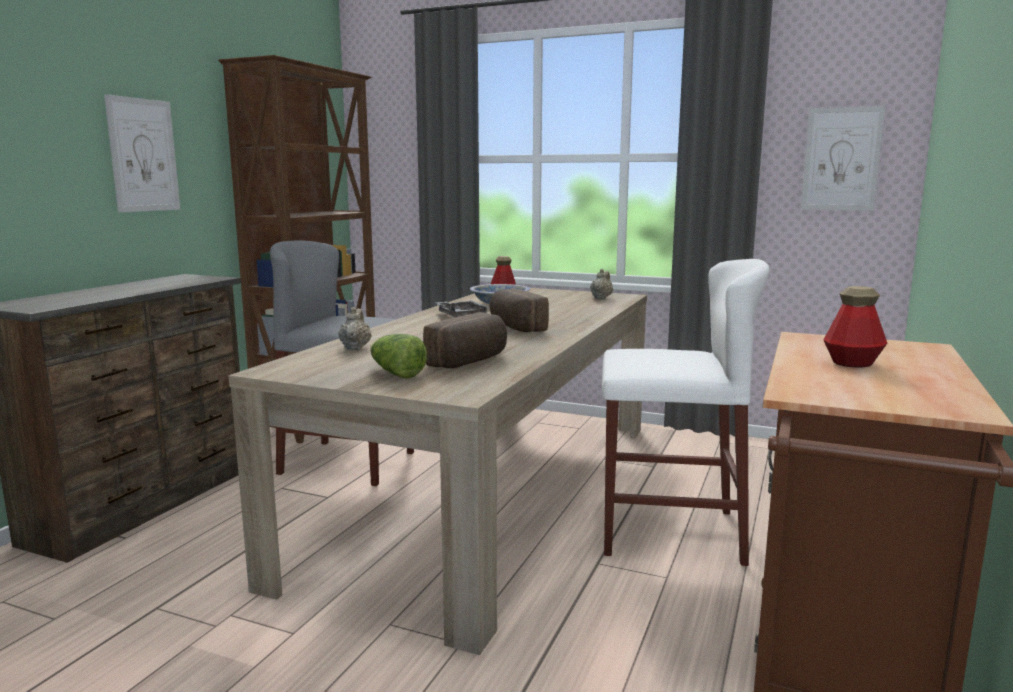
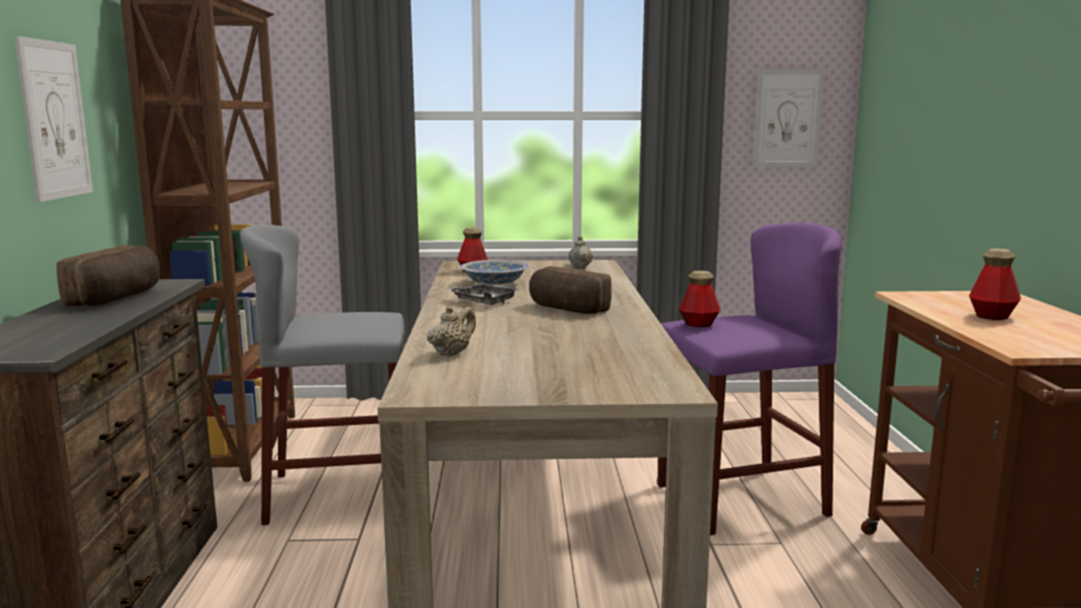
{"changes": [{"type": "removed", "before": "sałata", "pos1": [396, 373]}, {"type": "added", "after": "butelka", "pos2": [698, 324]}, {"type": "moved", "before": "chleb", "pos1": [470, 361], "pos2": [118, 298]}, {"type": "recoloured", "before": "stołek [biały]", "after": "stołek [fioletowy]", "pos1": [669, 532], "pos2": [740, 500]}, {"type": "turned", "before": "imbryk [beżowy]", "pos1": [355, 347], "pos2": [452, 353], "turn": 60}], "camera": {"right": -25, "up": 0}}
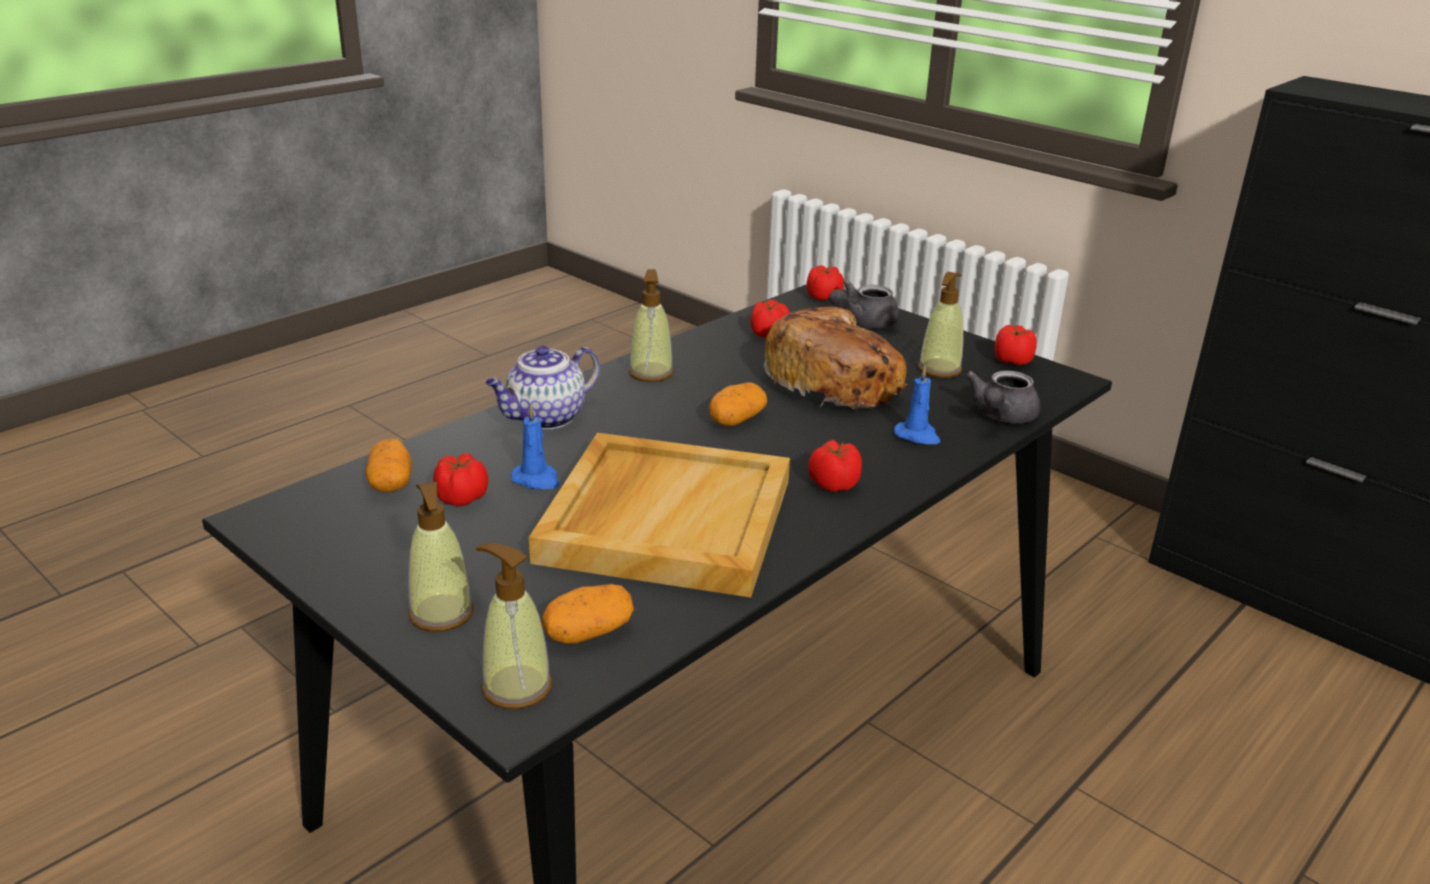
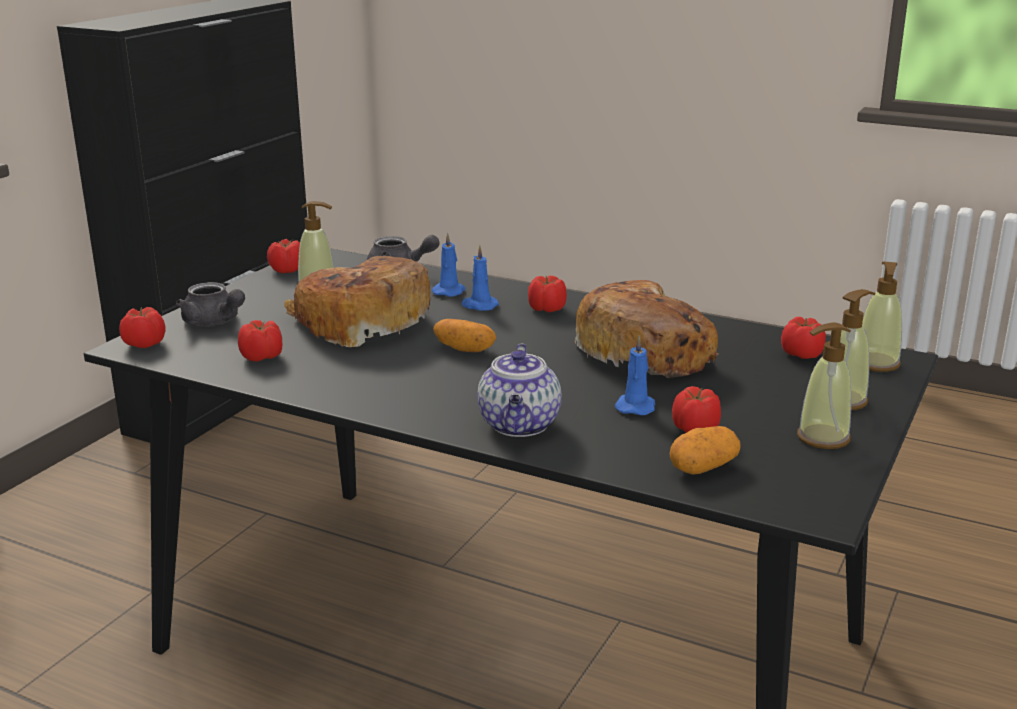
{"changes": [{"type": "added", "after": "świeca [niebieski]", "pos2": [479, 306]}, {"type": "moved", "before": "dozownik mydła", "pos1": [651, 373], "pos2": [822, 438]}, {"type": "replaced", "before": "taca [beżowy]", "after": "chleb", "pos1": [665, 519], "pos2": [647, 352]}, {"type": "replaced", "before": "ziemniak", "after": "pomidor", "pos1": [588, 633], "pos2": [802, 354]}, {"type": "turned", "before": "imbryk", "pos1": [545, 418], "pos2": [520, 426], "turn": 60}], "camera": {"right": -105, "up": -5}}
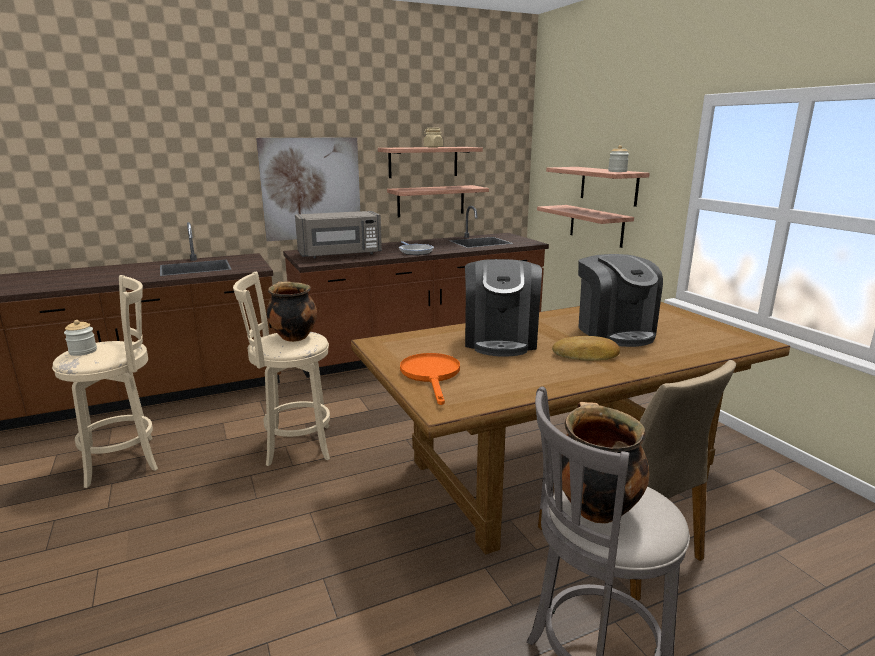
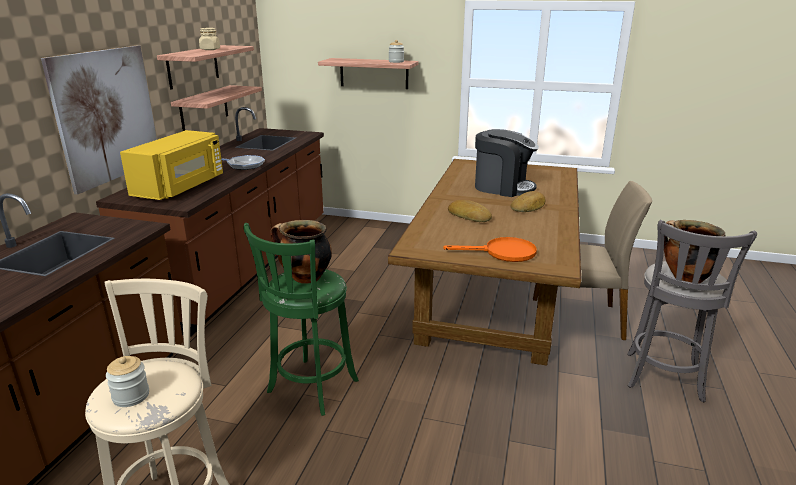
{"changes": [{"type": "removed", "before": "półka", "pos1": [596, 225]}, {"type": "replaced", "before": "ekspres do kawy", "after": "chleb", "pos1": [500, 340], "pos2": [469, 215]}, {"type": "recoloured", "before": "stołek [beżowy]", "after": "stołek [zielony]", "pos1": [294, 445], "pos2": [310, 389]}, {"type": "recoloured", "before": "mikrofalówka [szary]", "after": "mikrofalówka [żółty]", "pos1": [340, 254], "pos2": [181, 187]}, {"type": "turned", "before": "patelnia [pomarańczowy]", "pos1": [431, 375], "pos2": [502, 253], "turn": 150}], "camera": {"right": -50, "up": 5}}
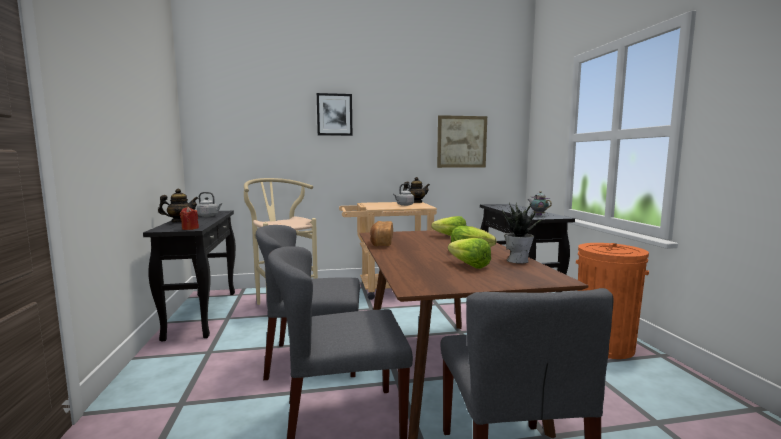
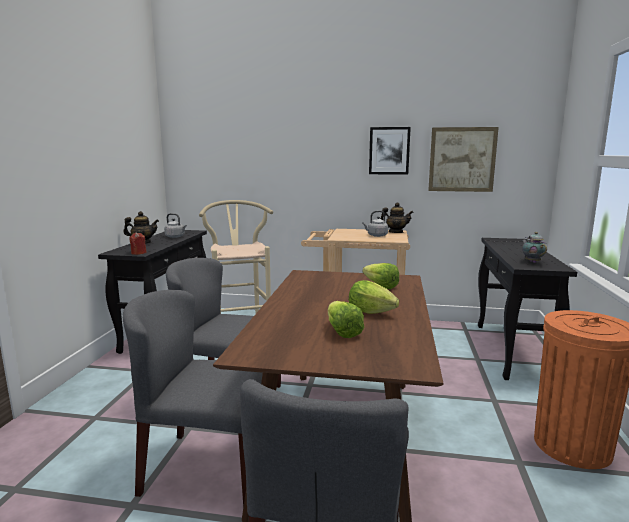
{"changes": [{"type": "removed", "before": "chleb", "pos1": [381, 242]}, {"type": "removed", "before": "roślina doniczkowa", "pos1": [517, 260]}, {"type": "moved", "before": "obraz", "pos1": [334, 114], "pos2": [389, 151]}], "camera": {"right": 20, "up": 5}}
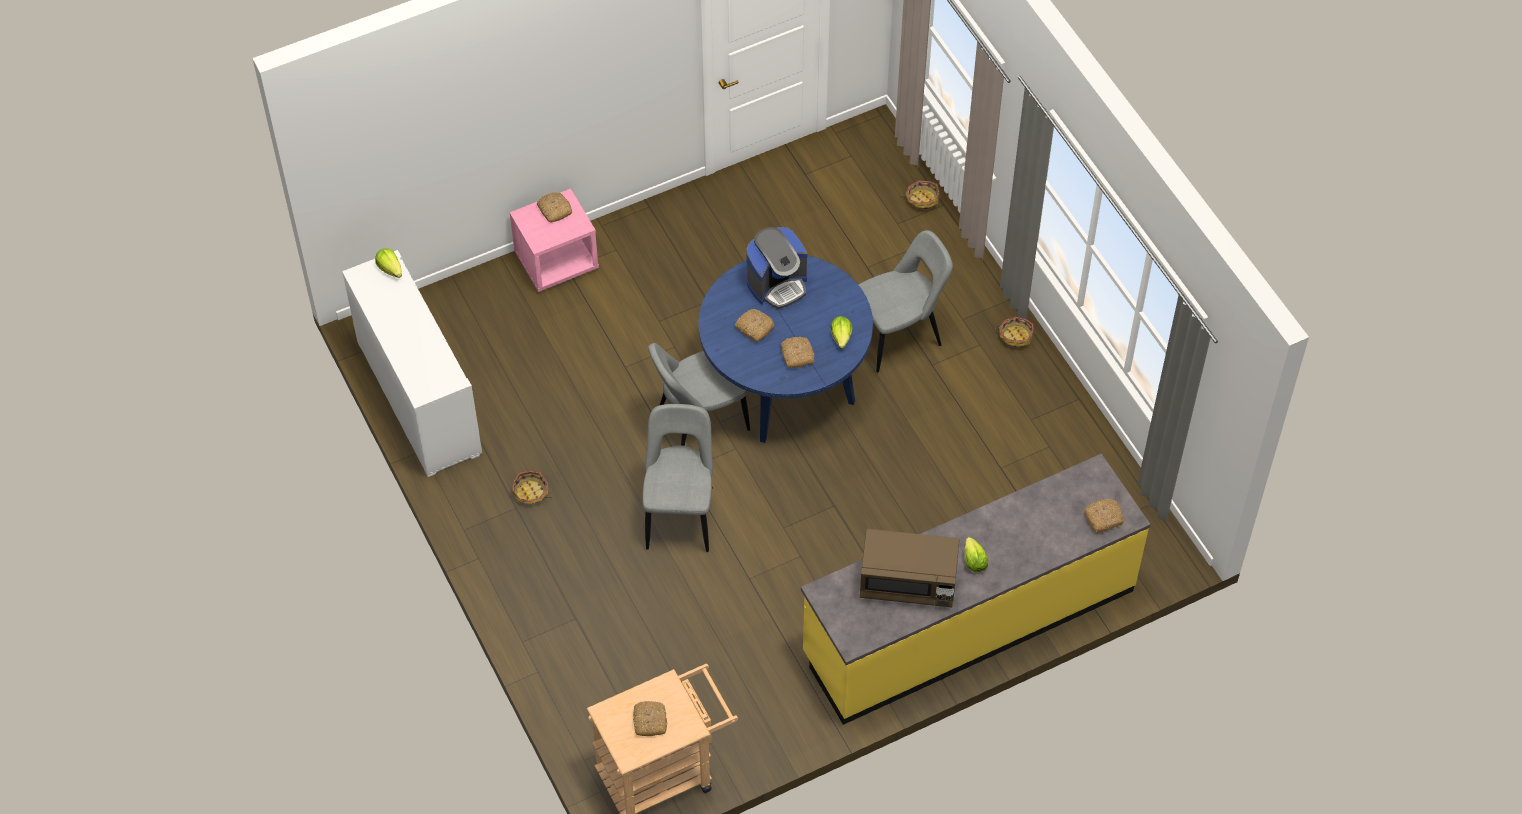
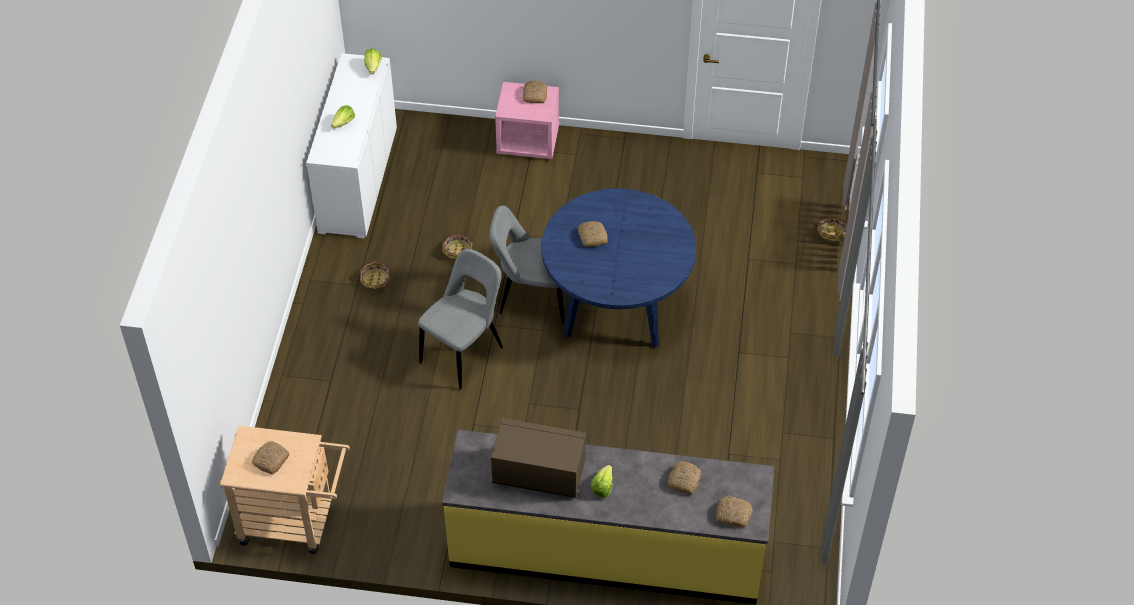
{"changes": [{"type": "removed", "before": "ekspres do kawy", "pos1": [777, 284]}, {"type": "removed", "before": "krzesło [szary]", "pos1": [899, 336]}, {"type": "moved", "before": "chleb", "pos1": [796, 355], "pos2": [684, 480]}, {"type": "moved", "before": "sałata", "pos1": [841, 337], "pos2": [344, 123]}, {"type": "moved", "before": "koszyk", "pos1": [1015, 336], "pos2": [457, 251]}, {"type": "turned", "before": "mikrofalówka [brązowy]", "pos1": [908, 582], "pos2": [539, 473], "turn": 150}], "camera": {"right": 35, "up": -5}}
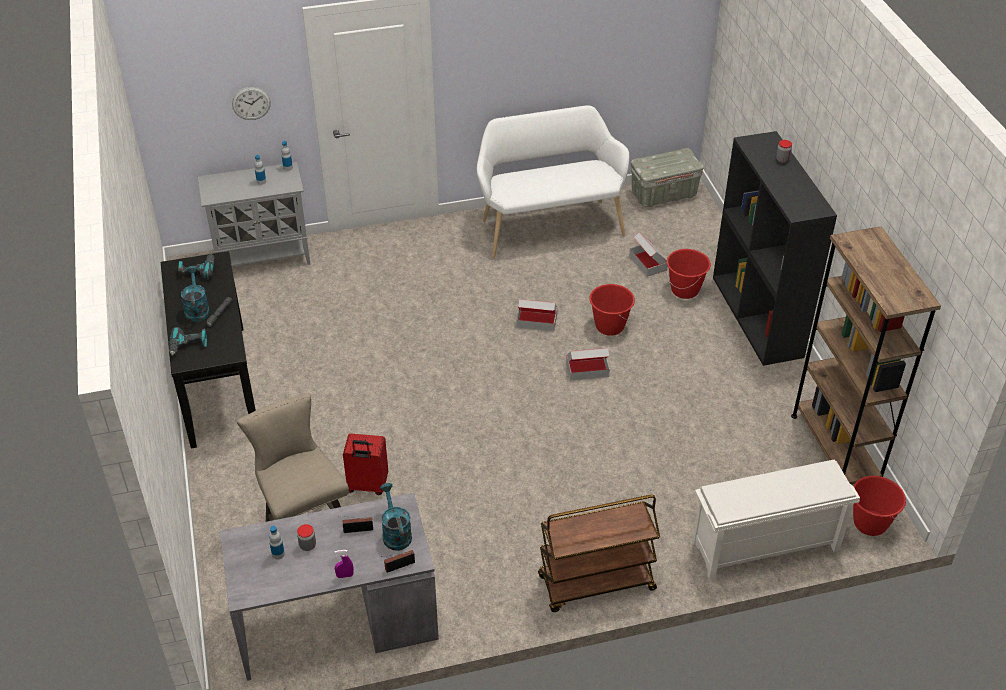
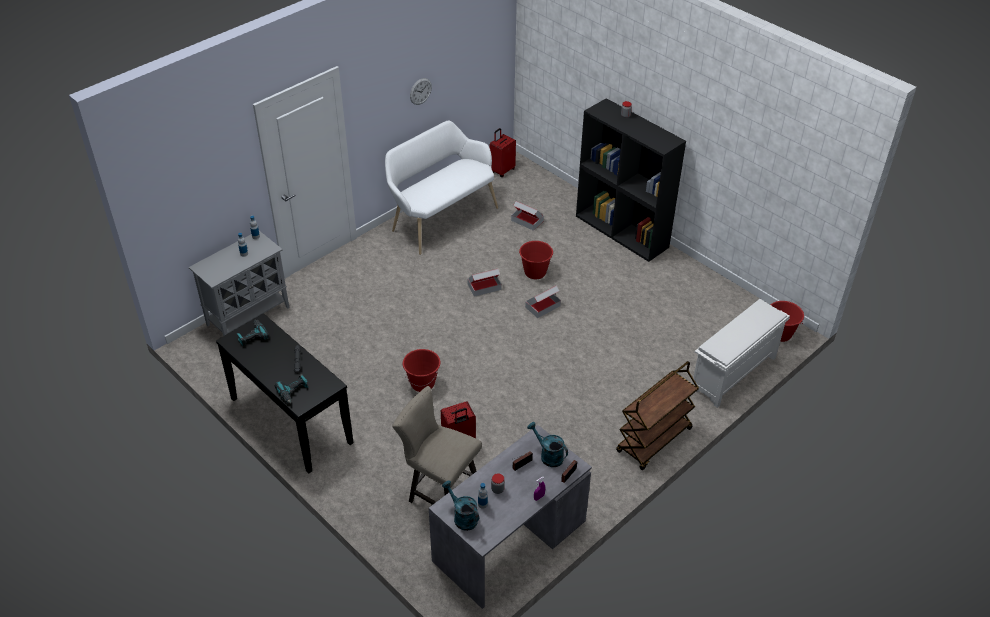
{"changes": [{"type": "removed", "before": "regał [brązowy]", "pos1": [835, 449]}, {"type": "moved", "before": "konewka [turkusowy]", "pos1": [196, 309], "pos2": [462, 517]}, {"type": "moved", "before": "zegar ścienny", "pos1": [251, 103], "pos2": [420, 91]}, {"type": "moved", "before": "wiadro [czerwony]", "pos1": [685, 290], "pos2": [422, 383]}, {"type": "replaced", "before": "pojemnik do przechowywania [szary]", "after": "walizka [czerwony]", "pos1": [664, 194], "pos2": [502, 170]}], "camera": {"right": -30, "up": 0}}
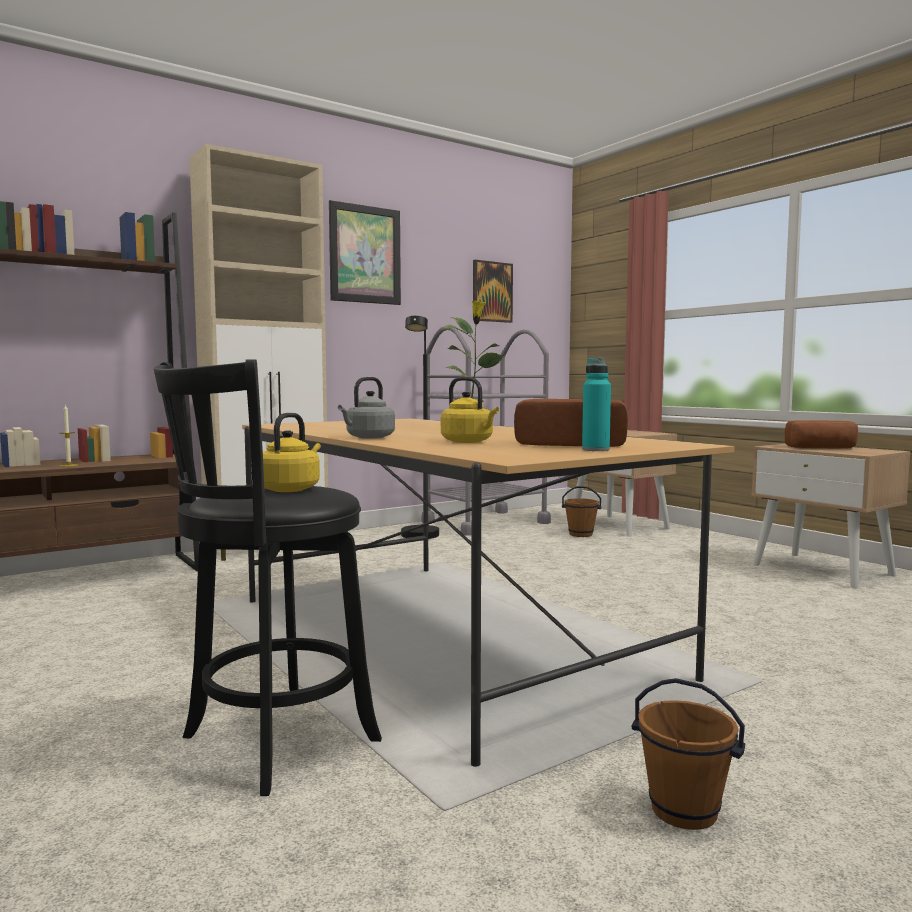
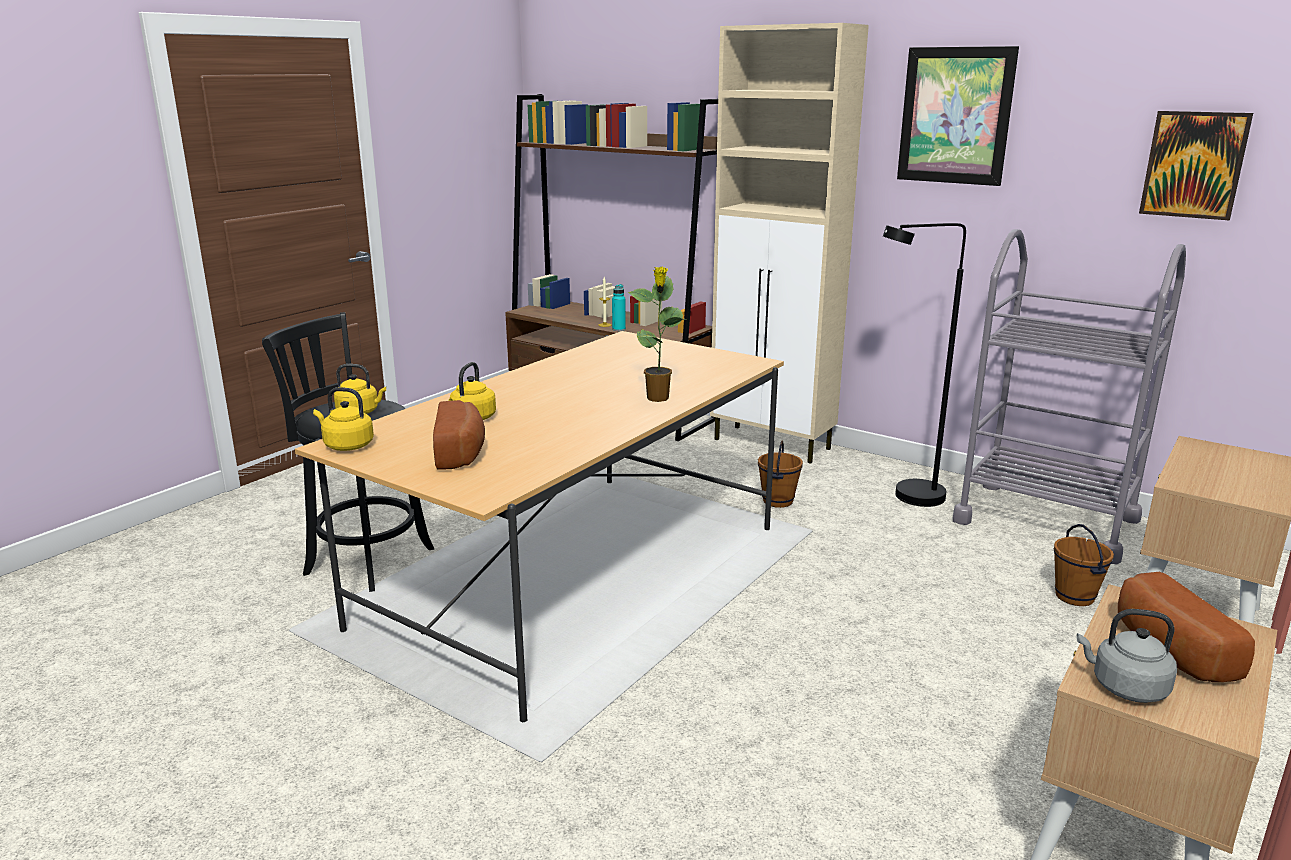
{"changes": [{"type": "added", "after": "czajnik [żółty]", "pos2": [346, 445]}, {"type": "moved", "before": "czajnik [szary]", "pos1": [368, 437], "pos2": [1125, 687]}, {"type": "moved", "before": "butelka [turkusowy]", "pos1": [595, 450], "pos2": [618, 329]}, {"type": "moved", "before": "wiadro [brązowy]", "pos1": [684, 810], "pos2": [778, 501]}], "camera": {"right": 70, "up": 15}}
